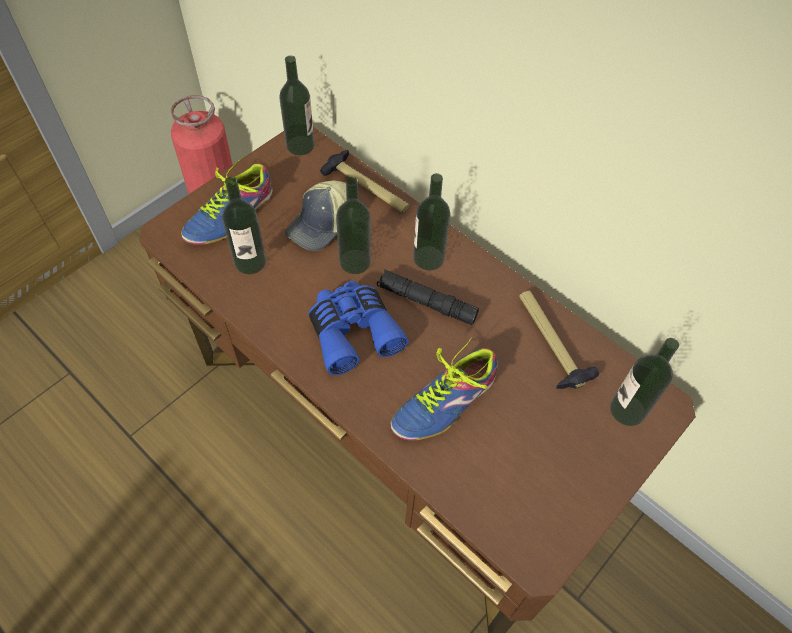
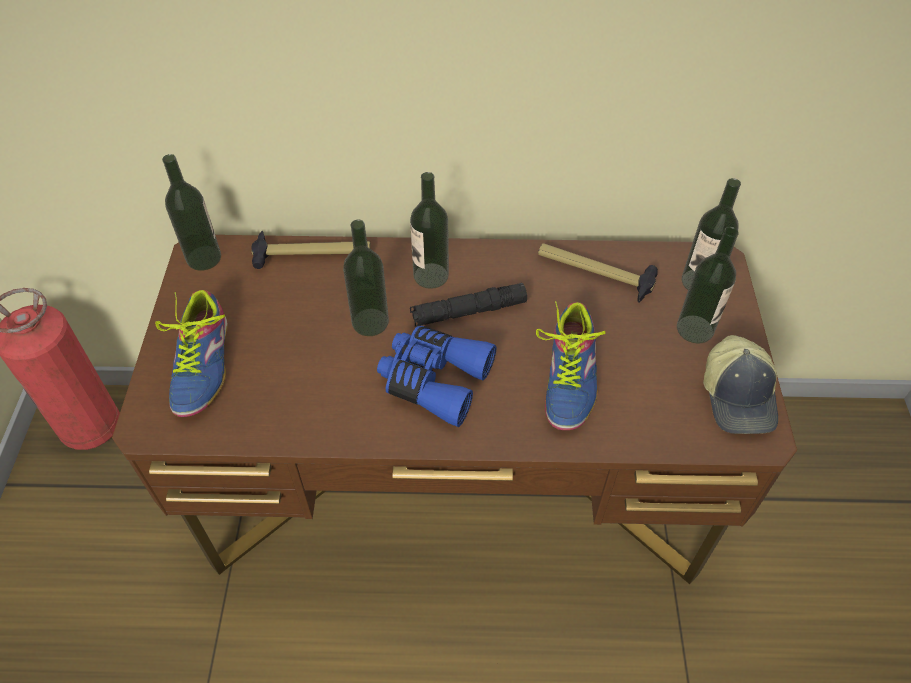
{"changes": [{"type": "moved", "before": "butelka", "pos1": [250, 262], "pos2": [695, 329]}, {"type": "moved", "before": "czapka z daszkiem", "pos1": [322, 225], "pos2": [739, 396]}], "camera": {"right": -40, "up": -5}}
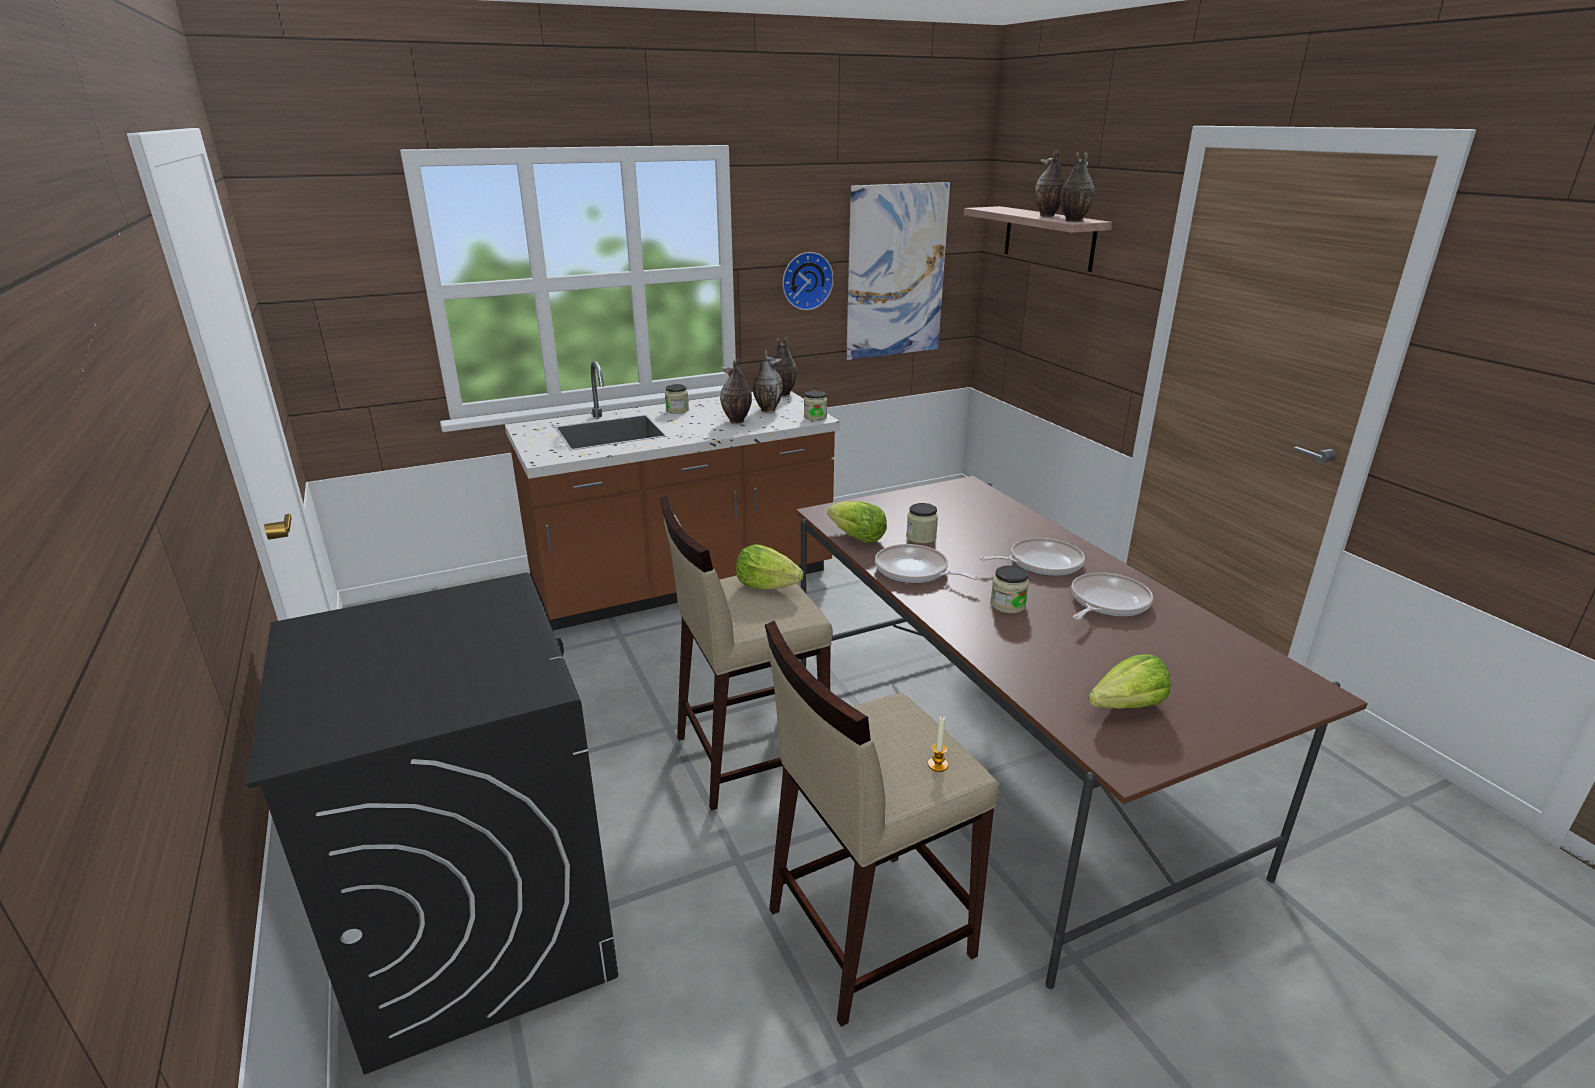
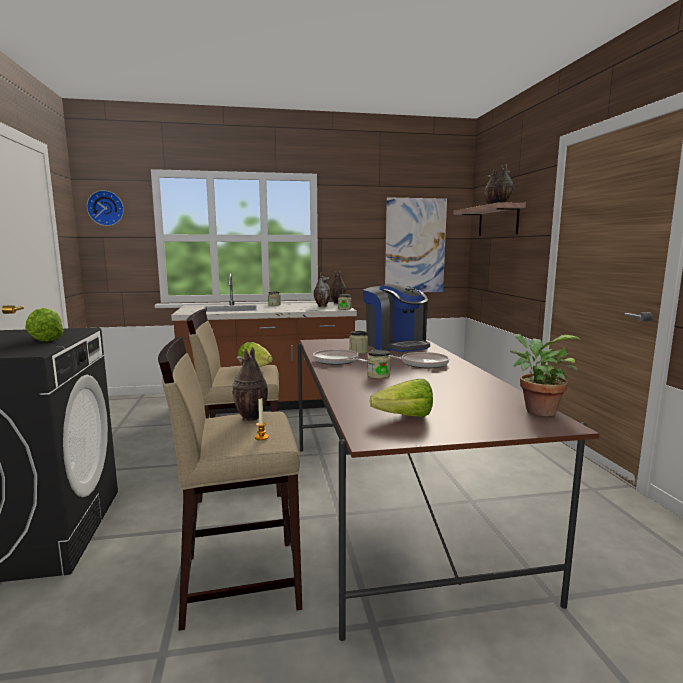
{"changes": [{"type": "removed", "before": "patelnia", "pos1": [1107, 603]}, {"type": "added", "after": "ekspres do kawy", "pos2": [396, 345]}, {"type": "added", "after": "roślina doniczkowa", "pos2": [536, 410]}, {"type": "moved", "before": "wazon", "pos1": [736, 421], "pos2": [250, 418]}, {"type": "moved", "before": "zegar ścienny", "pos1": [806, 280], "pos2": [106, 208]}, {"type": "moved", "before": "sałata", "pos1": [857, 538], "pos2": [45, 339]}], "camera": {"right": 15, "up": -15}}
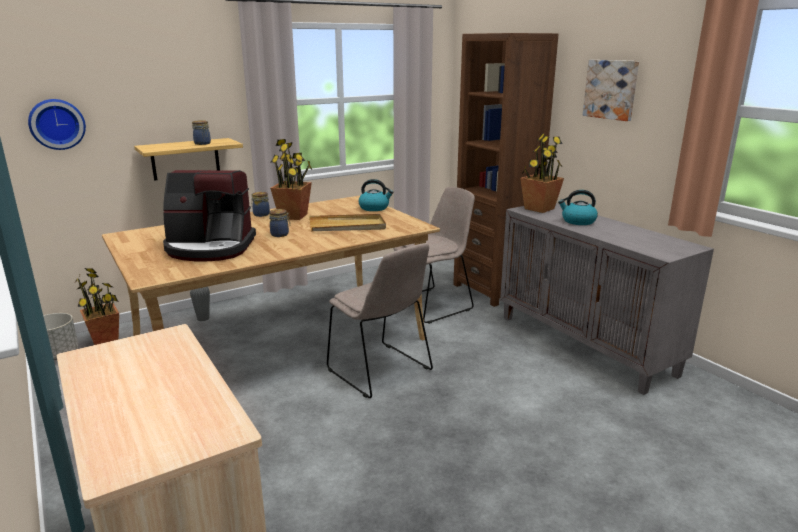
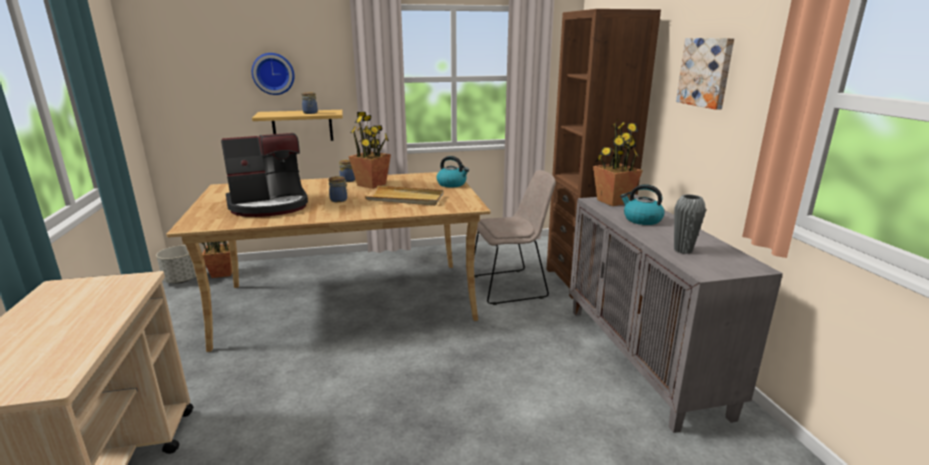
{"changes": [{"type": "removed", "before": "krzesło [beżowy]", "pos1": [381, 371]}, {"type": "moved", "before": "zegar ścienny", "pos1": [57, 124], "pos2": [273, 73]}, {"type": "moved", "before": "wazon [szary]", "pos1": [203, 318], "pos2": [683, 250]}, {"type": "turned", "before": "ekspres do kawy", "pos1": [210, 248], "pos2": [269, 205], "turn": -45}], "camera": {"right": 20, "up": 0}}
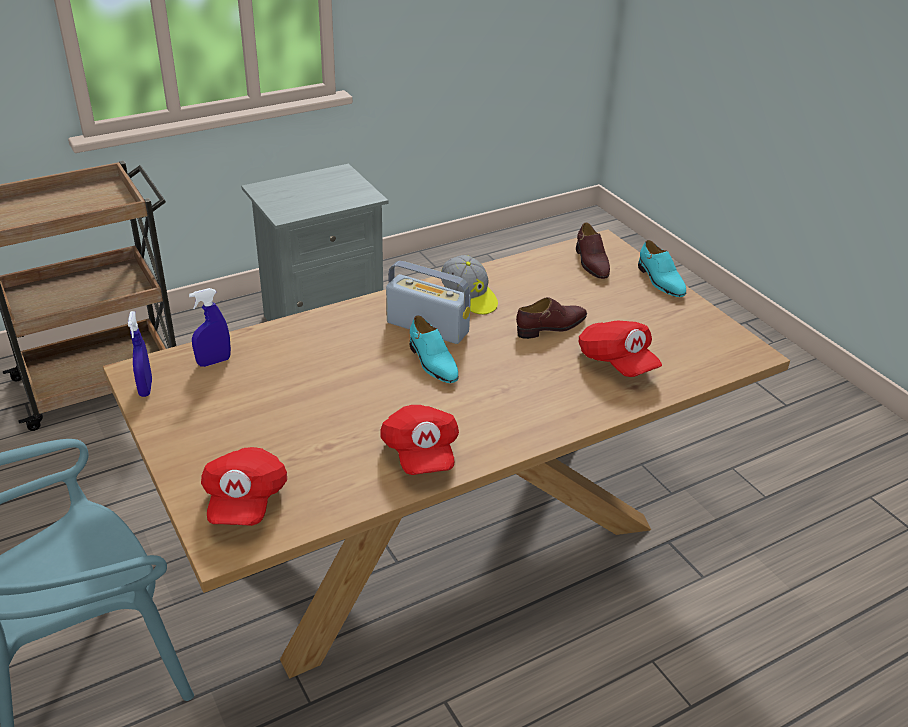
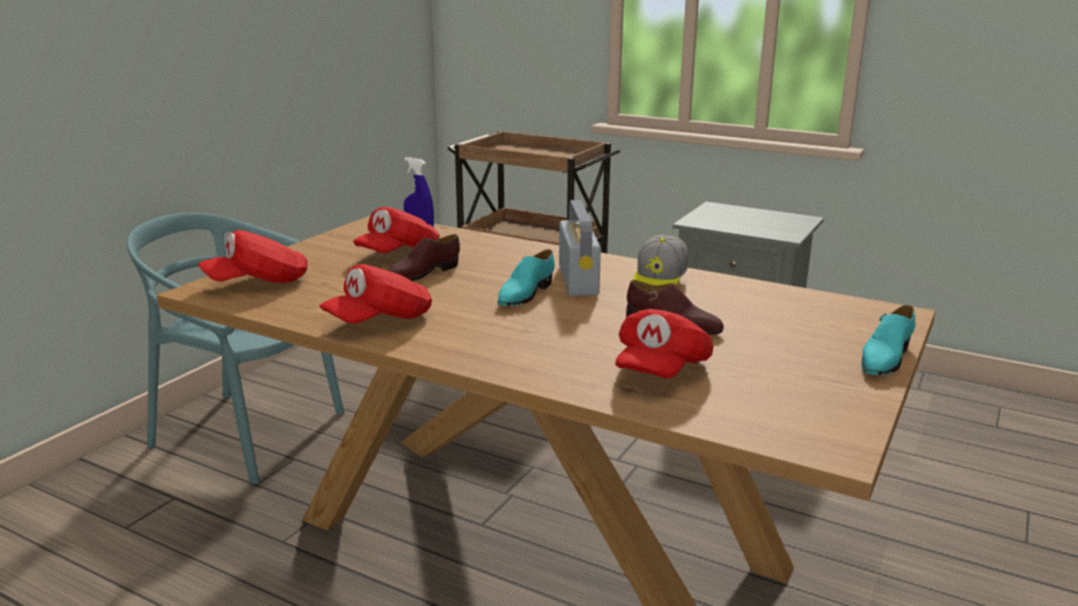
{"changes": [{"type": "removed", "before": "spryskiwacz [niebieski]", "pos1": [145, 388]}, {"type": "added", "after": "czapka z daszkiem [czerwony]", "pos2": [398, 253]}, {"type": "moved", "before": "but [brązowy]", "pos1": [591, 263], "pos2": [422, 273]}], "camera": {"right": 60, "up": -15}}
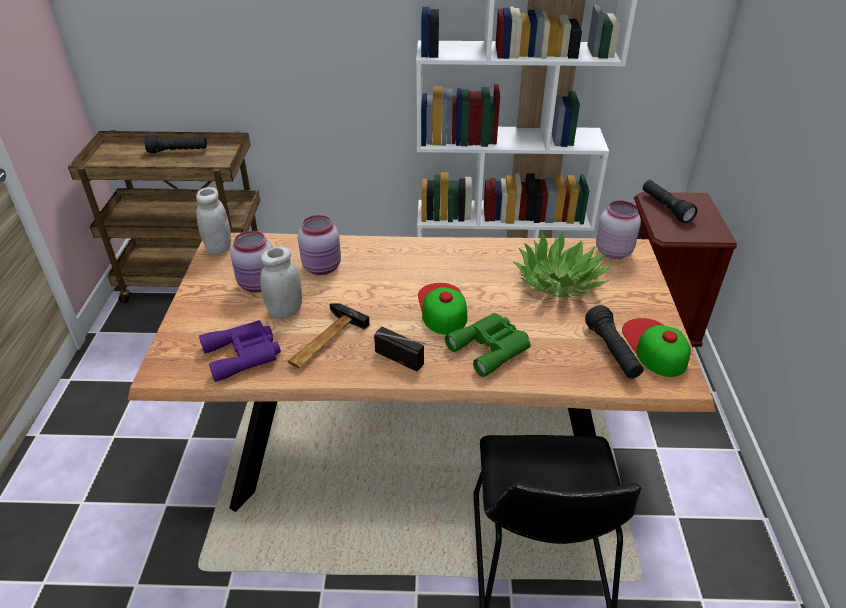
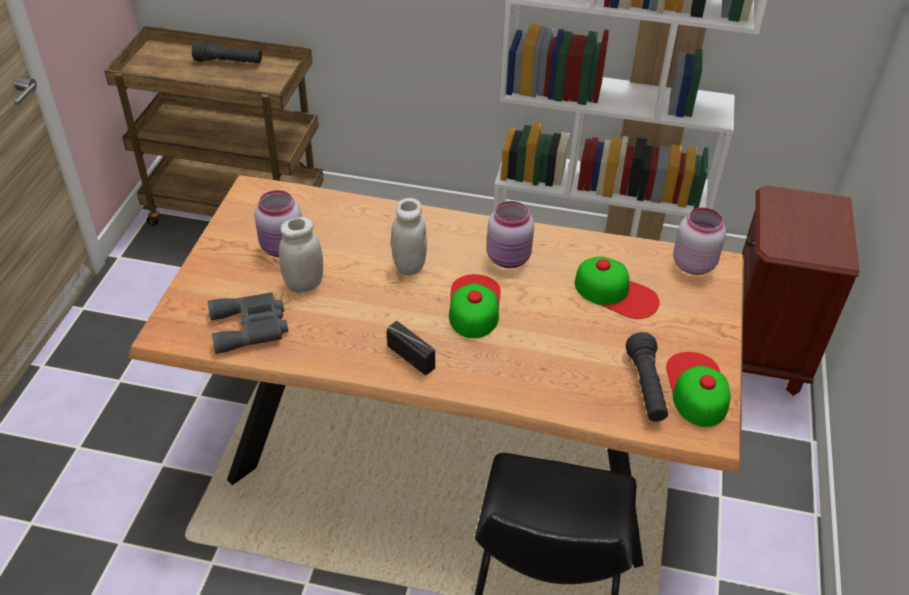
{"changes": [{"type": "removed", "before": "młotek", "pos1": [323, 341]}, {"type": "removed", "before": "lornetka [zielony]", "pos1": [491, 347]}, {"type": "removed", "before": "latarka [czarny]", "pos1": [665, 208]}, {"type": "moved", "before": "słoik [biały]", "pos1": [218, 248], "pos2": [409, 265]}, {"type": "moved", "before": "słoik [różowy]", "pos1": [323, 267], "pos2": [509, 258]}, {"type": "replaced", "before": "roślina doniczkowa", "after": "czapka z daszkiem", "pos1": [559, 281], "pos2": [616, 293]}, {"type": "recoloured", "before": "lornetka [fioletowy]", "after": "lornetka [szary]", "pos1": [244, 354], "pos2": [251, 327]}], "camera": {"right": 10, "up": 5}}
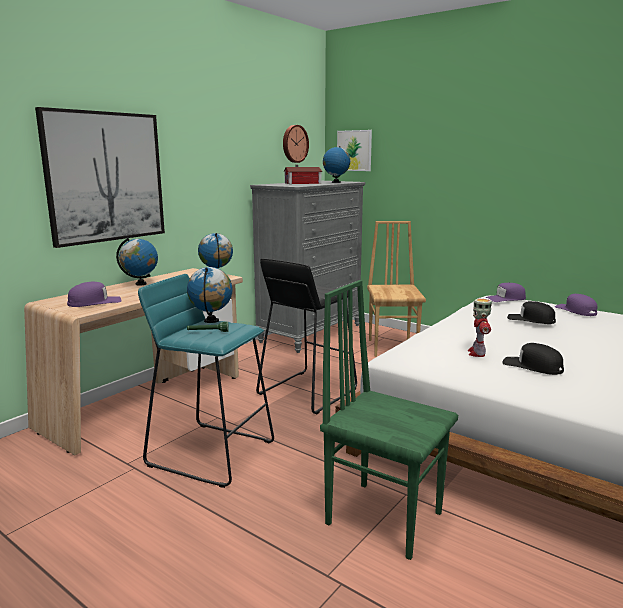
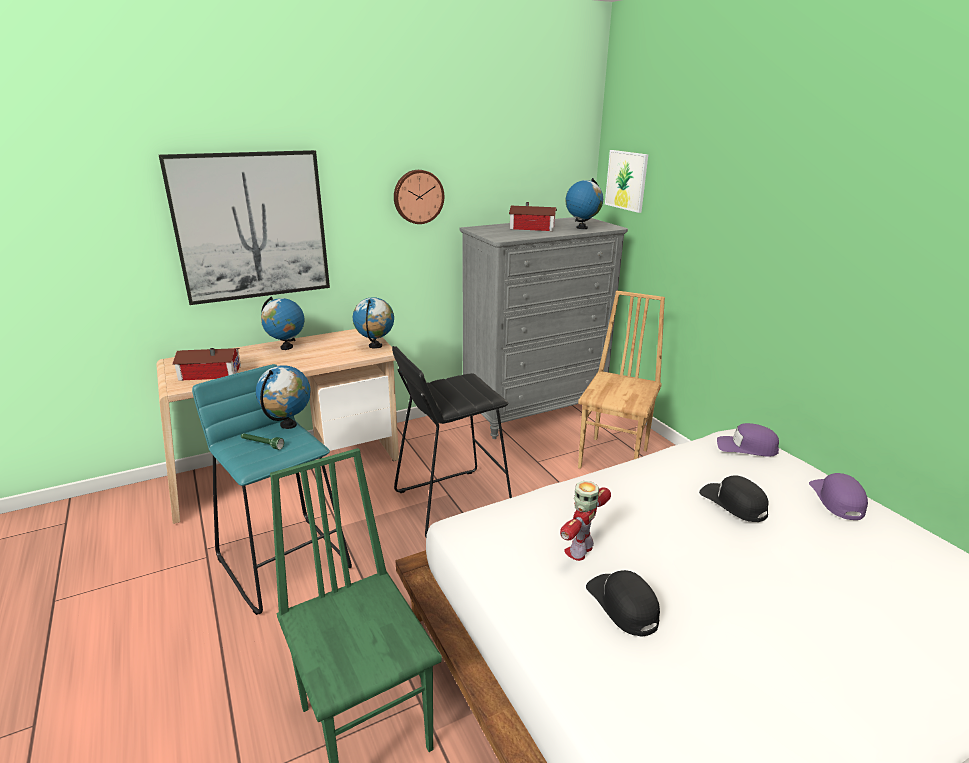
{"changes": [{"type": "moved", "before": "zegar ścienny", "pos1": [294, 144], "pos2": [418, 196]}, {"type": "replaced", "before": "czapka z daszkiem [fioletowy]", "after": "domek", "pos1": [94, 302], "pos2": [209, 372]}], "camera": {"right": 25, "up": 10}}
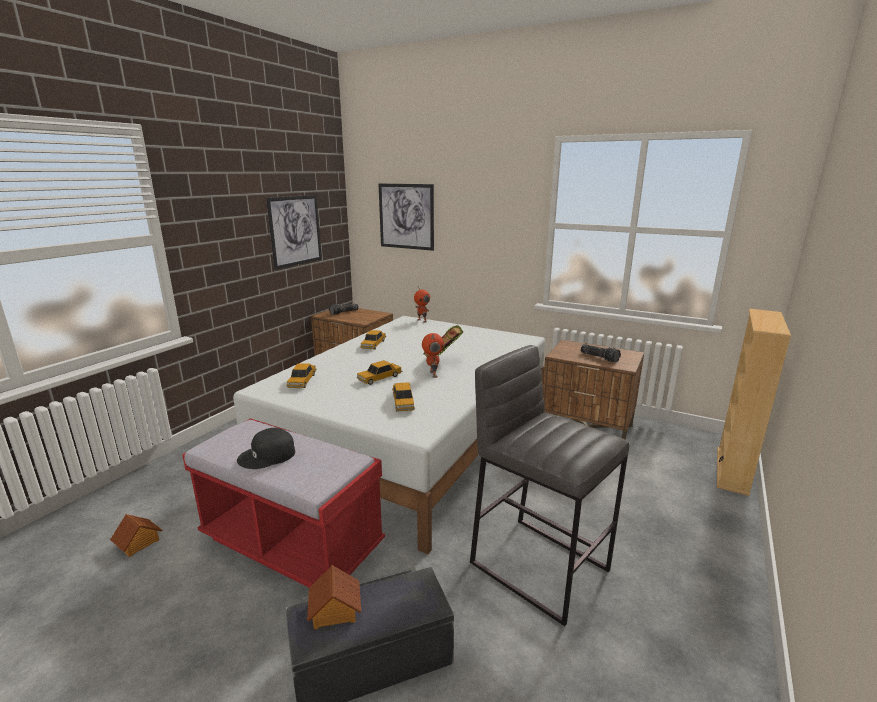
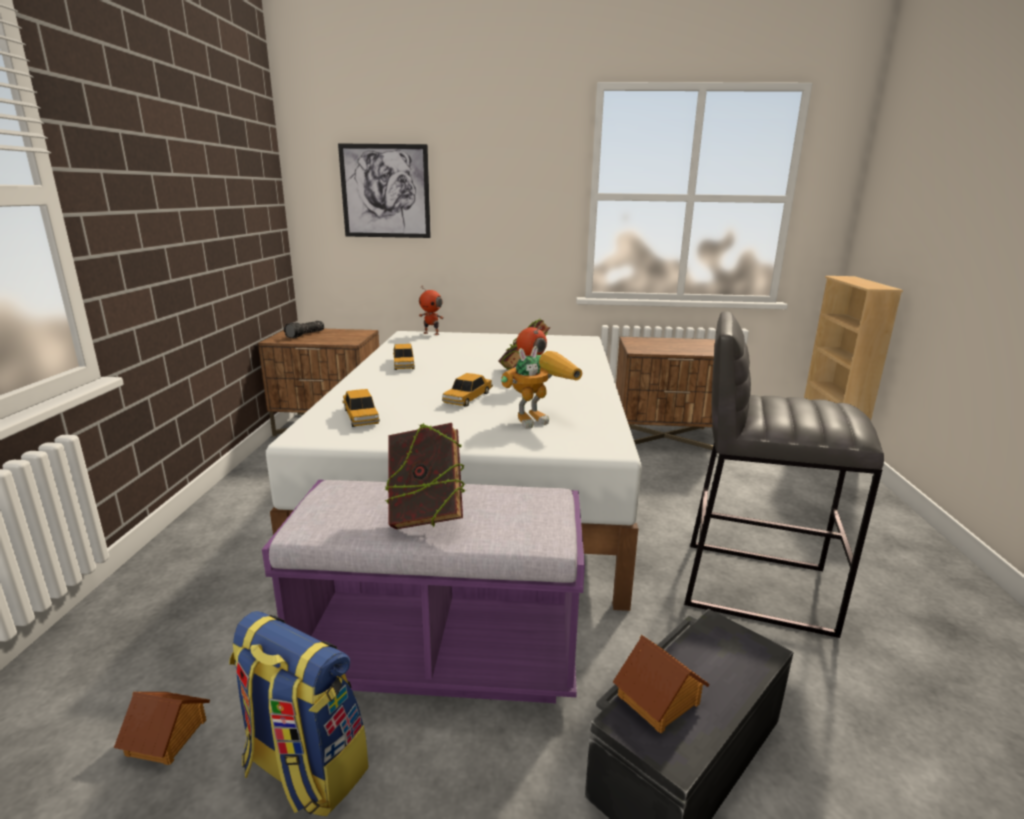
{"changes": [{"type": "removed", "before": "obraz", "pos1": [295, 230]}, {"type": "removed", "before": "latarka", "pos1": [600, 357]}, {"type": "added", "after": "plecak", "pos2": [304, 769]}, {"type": "replaced", "before": "czapka z daszkiem [czarny]", "after": "książka", "pos1": [268, 456], "pos2": [426, 516]}, {"type": "replaced", "before": "samochodzik", "after": "robot zabawkowy", "pos1": [403, 402], "pos2": [539, 418]}, {"type": "recoloured", "before": "ławka [czerwony]", "after": "ławka [fioletowy]", "pos1": [292, 543], "pos2": [440, 653]}], "camera": {"right": -25, "up": 0}}
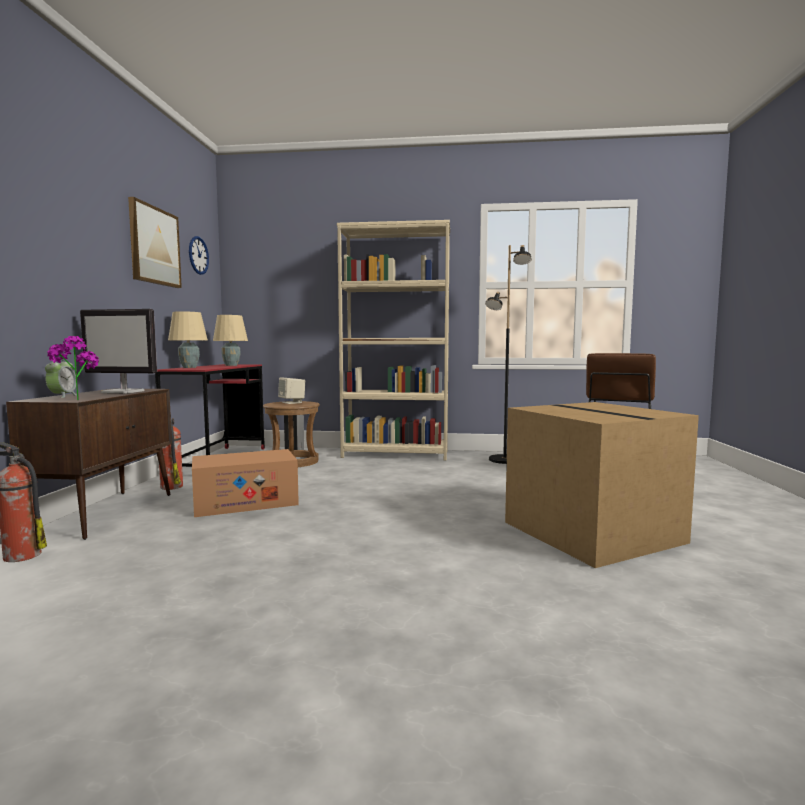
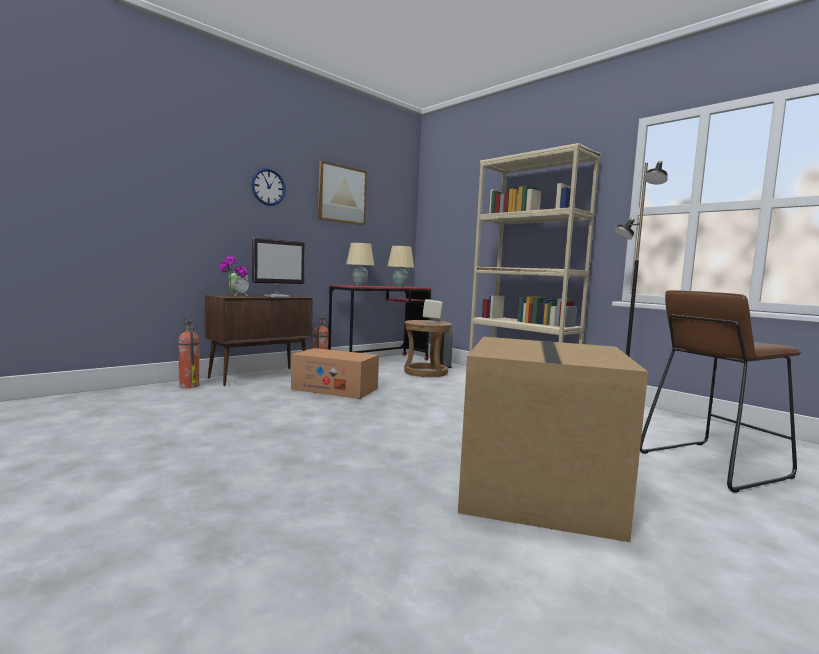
{"changes": [{"type": "moved", "before": "zegar ścienny", "pos1": [198, 255], "pos2": [268, 187]}, {"type": "turned", "before": "monitor", "pos1": [124, 392], "pos2": [277, 296], "turn": -90}], "camera": {"right": 40, "up": 0}}
